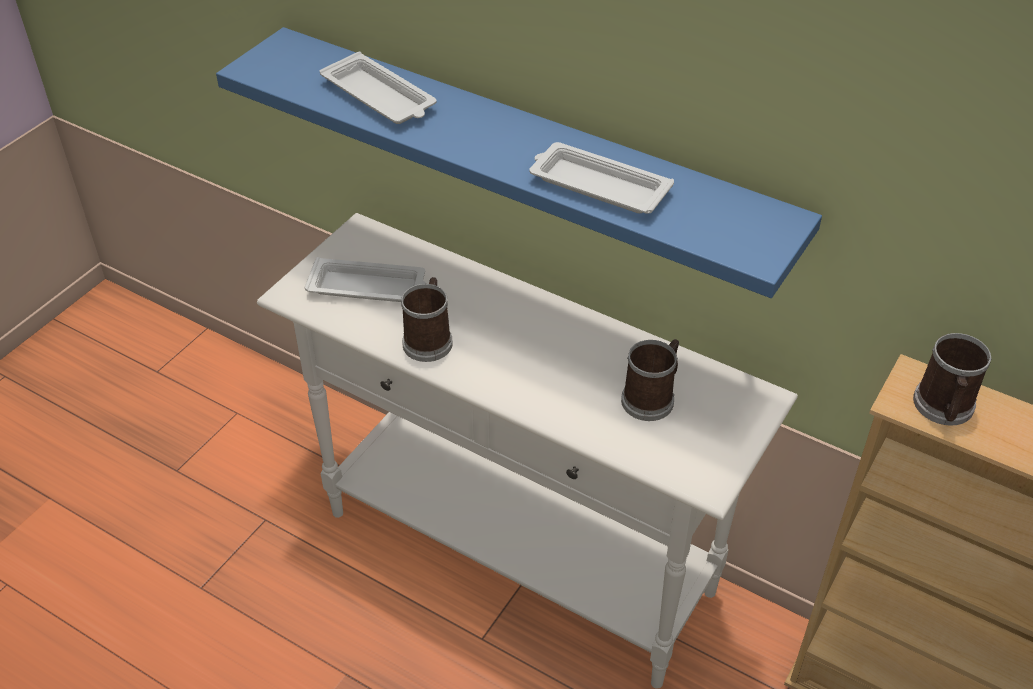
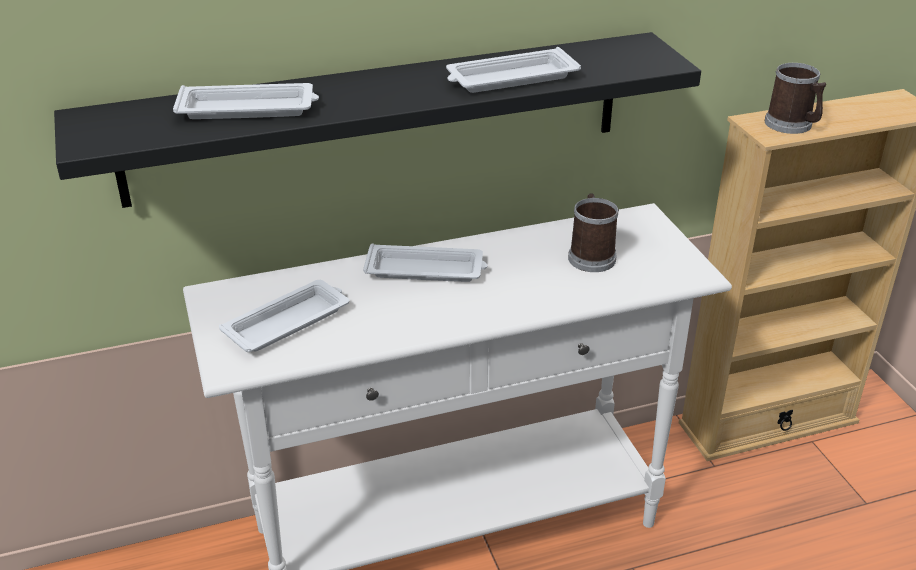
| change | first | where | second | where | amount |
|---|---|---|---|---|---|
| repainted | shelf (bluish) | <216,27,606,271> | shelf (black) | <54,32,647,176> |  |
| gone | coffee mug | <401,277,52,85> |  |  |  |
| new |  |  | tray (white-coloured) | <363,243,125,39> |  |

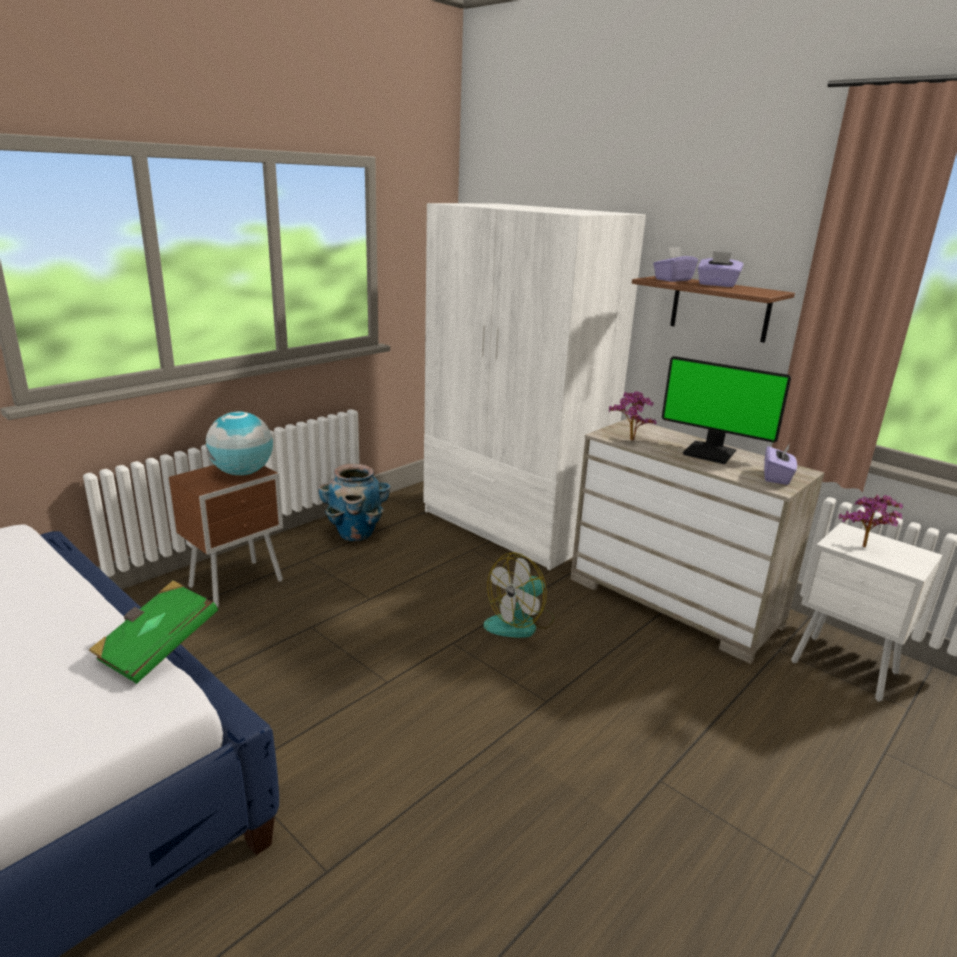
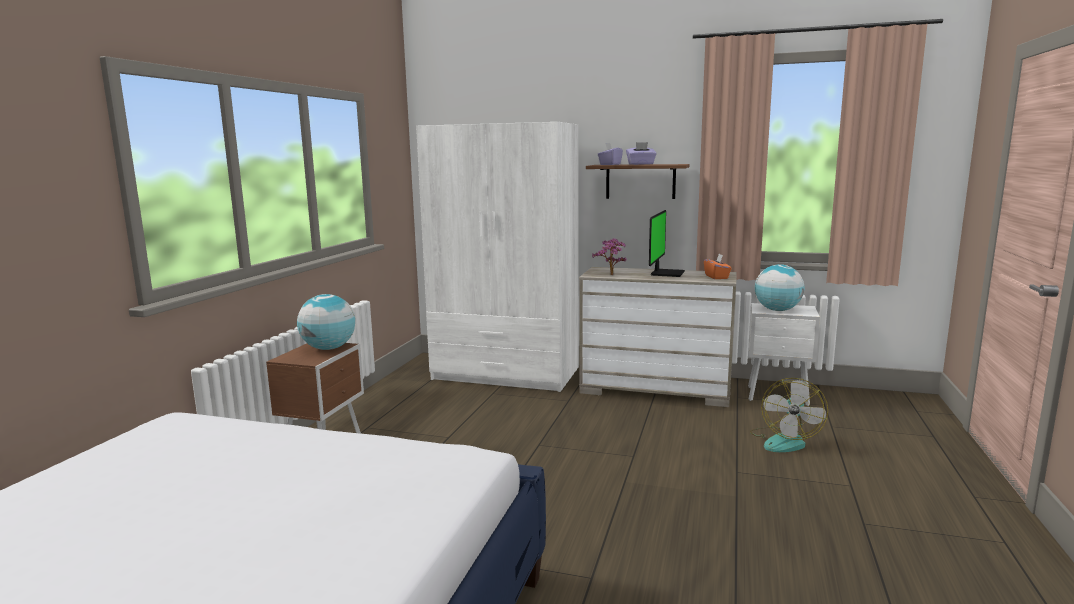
| change | first | where | second | where | amount |
|---|---|---|---|---|---|
| rotated | computer display | <662,356,129,108> |  | <649,210,36,67> | 75 degrees counterclockwise |
| repainted | tissue box (purplish) | <764,444,33,41> | tissue box (orange) | <704,254,28,25> |  |
| gone | flower pot | <318,464,73,77> |  |  |  |
| swapped | plant in a pot | <839,494,64,53> | world globe | <755,264,49,47> |  |
| shifted | electric fan | <484,552,70,86> |  | <750,378,78,74> |  |
| gone | bound book (green) | <89,580,129,104> |  |  |  |

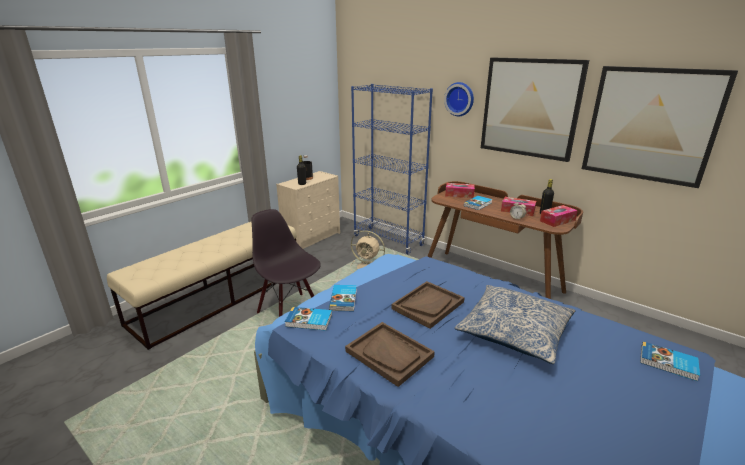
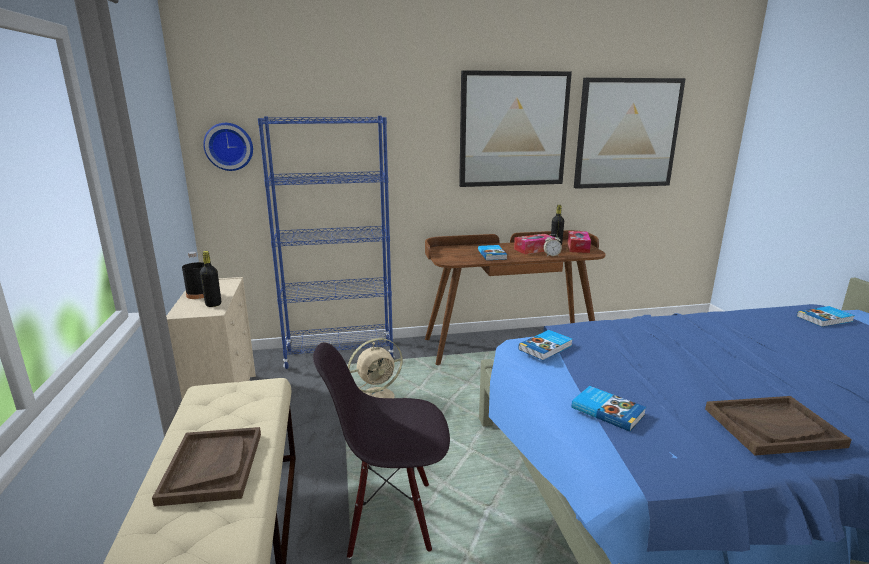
| change | first | where | second | where | amount |
|---|---|---|---|---|---|
| shifted | clock on the wall | <444,82,30,34> |  | <203,123,50,48> |  |
| gone | tissue box | <445,183,30,15> |  |  |  |
| shifted | tray (brownish) | <391,281,74,48> |  | <152,427,109,80> |  |
| gone | cushion | <455,285,121,79> |  |  |  |
| shifted | bound book | <285,307,47,24> |  | <518,330,54,30> |  |

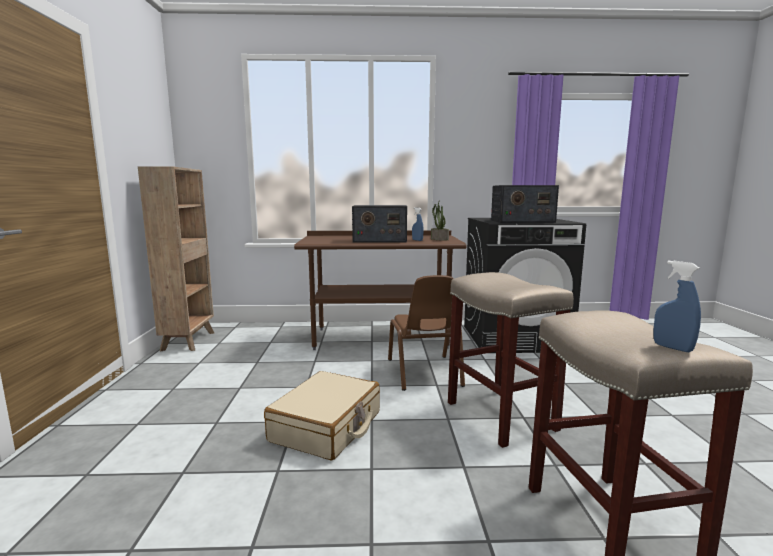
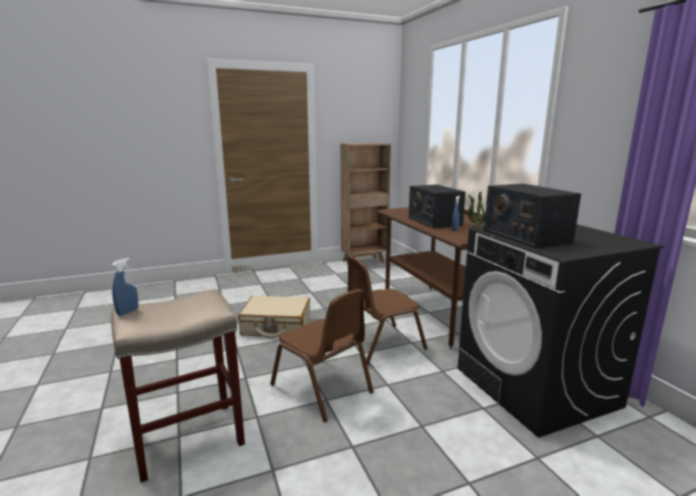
| change | first | where | second | where | amount |
|---|---|---|---|---|---|
| swapped | stool seat (beige-coloured) | <448,272,126,176> | chair (brownish) | <270,289,104,133> |  |

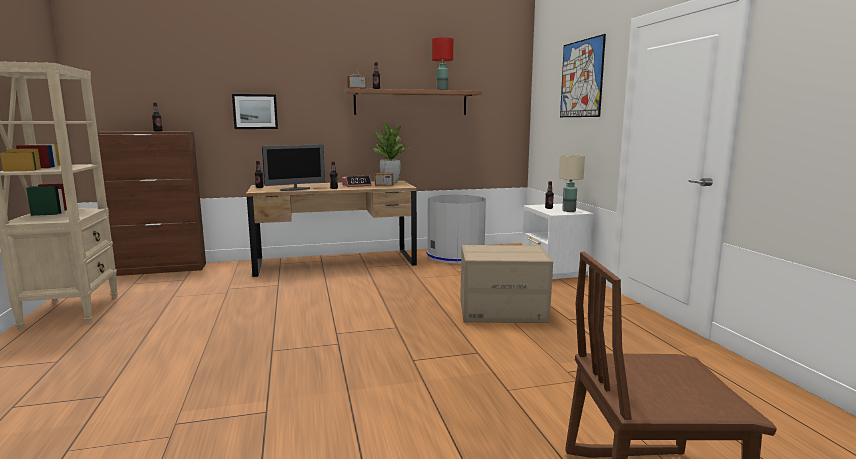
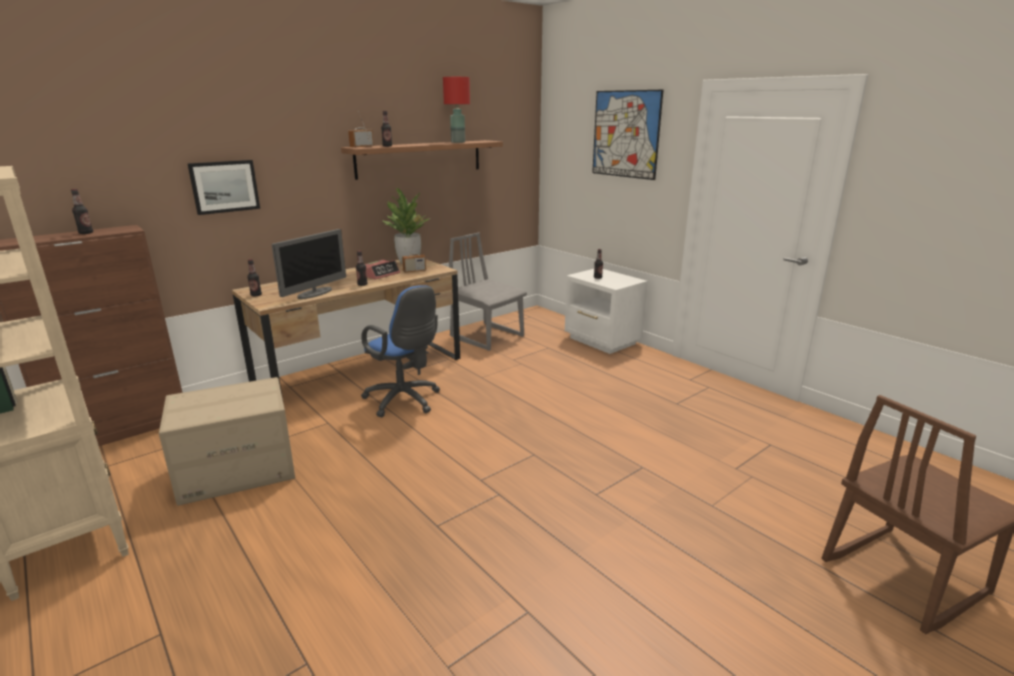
| change | first | where | second | where | amount |
|---|---|---|---|---|---|
| gone | lamp for a table (beige-coloured) | <559,155,26,57> |  |  |  |
| swapped | trash can (greyish) | <426,195,60,69> | chair (greyish) | <449,233,78,118> |  |
| shifted | cardboard box | <460,245,93,78> |  | <159,377,136,129> |  |
| new |  |  | desk chair (bluish) | <361,285,79,133> |  |

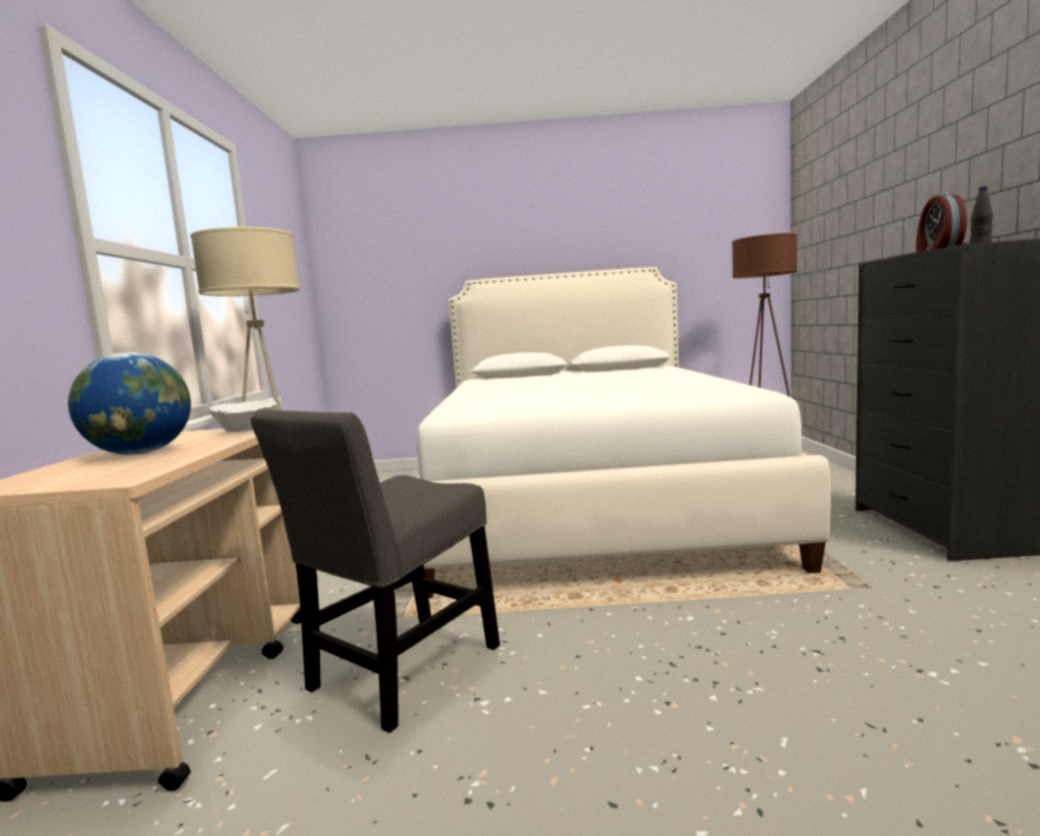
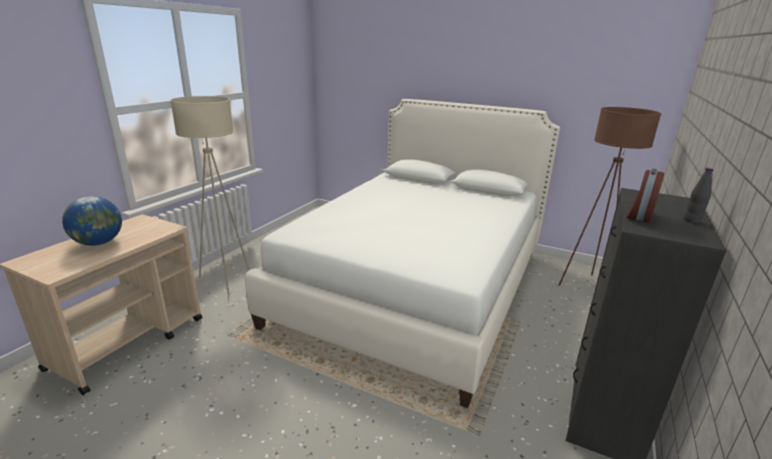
| change | first | where | second | where | amount |
|---|---|---|---|---|---|
| gone | bowl (white-coloured) | <208,399,69,33> |  |  |  |
| gone | chair (greyish) | <251,409,249,324> |  |  |  |

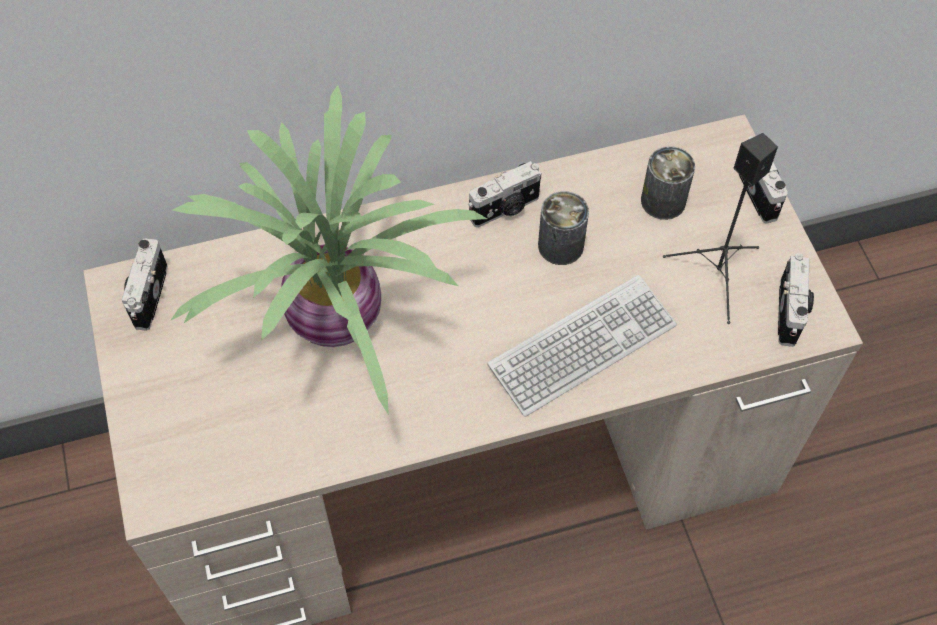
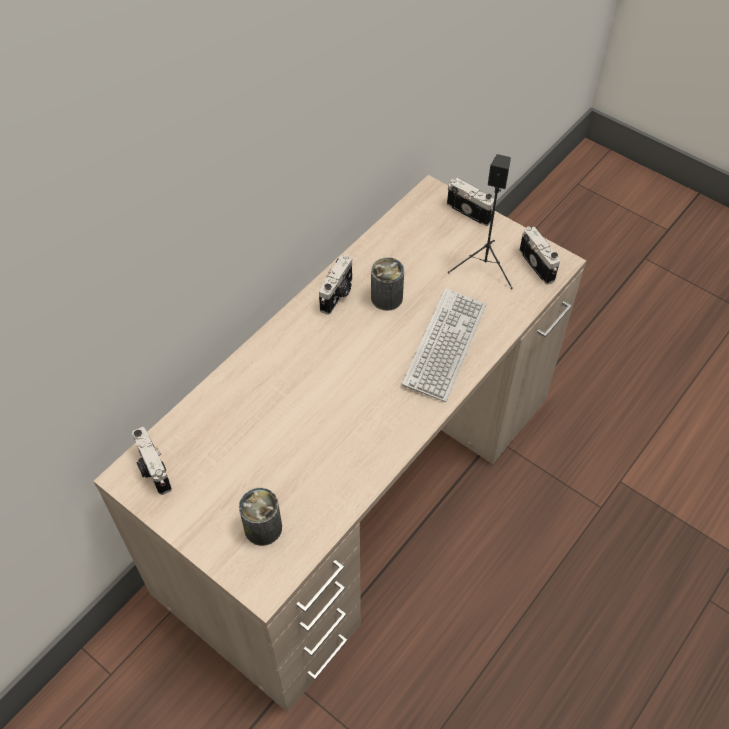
| change | first | where | second | where | amount |
|---|---|---|---|---|---|
| gone | plant in a pot | <170,85,317,330> |  |  |  |
| shifted | sealed can | <641,146,54,74> |  | <239,488,43,58> |  |

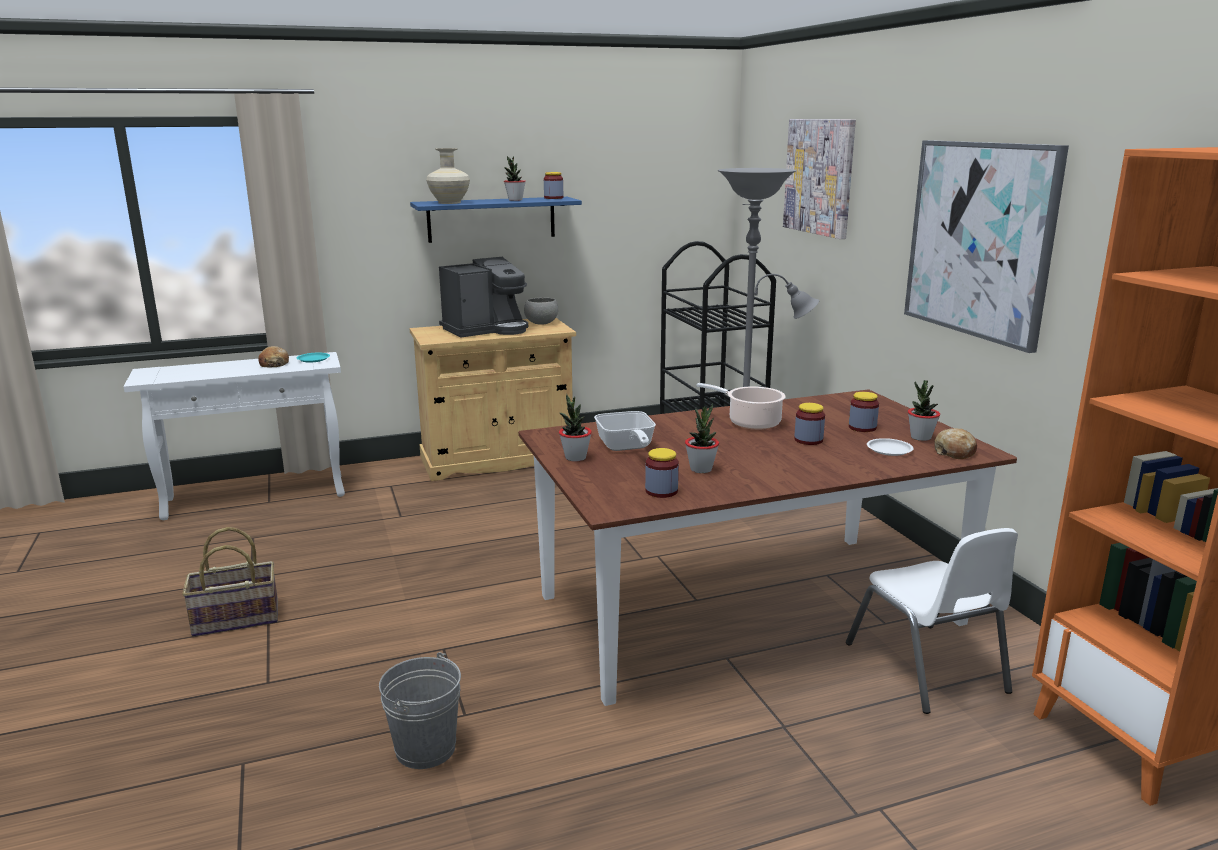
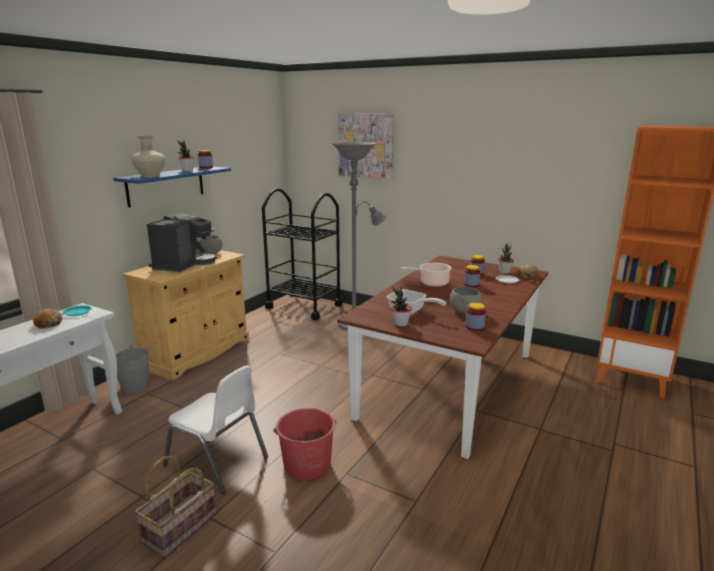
| change | first | where | second | where | amount |
|---|---|---|---|---|---|
| gone | wall picture | <904,140,165,213> |  |  |  |
| swapped | plant in a pot | <685,404,34,69> | bowl (greyish) | <450,287,32,26> |  |
| shifted | chair (white-coloured) | <846,528,172,186> |  | <163,365,105,129> |  |
| shifted | bucket (greyish) | <379,652,82,117> |  | <116,346,33,48> |  |
| new |  |  | bucket (red) | <274,408,62,72> |  |

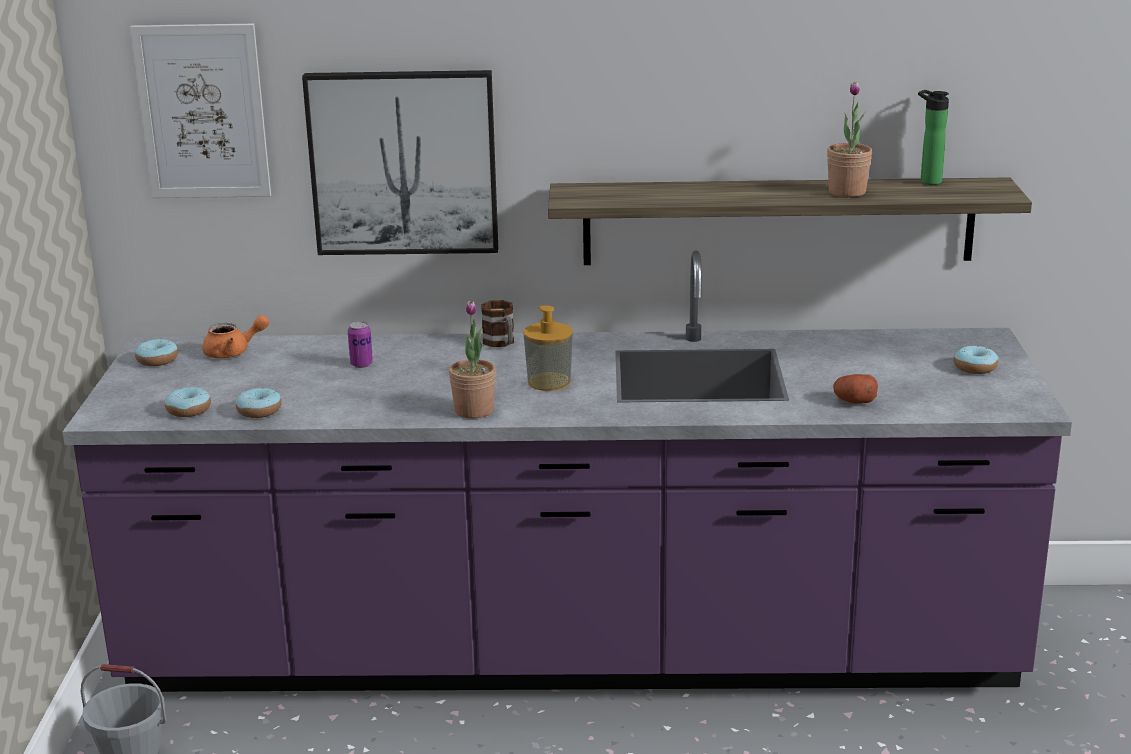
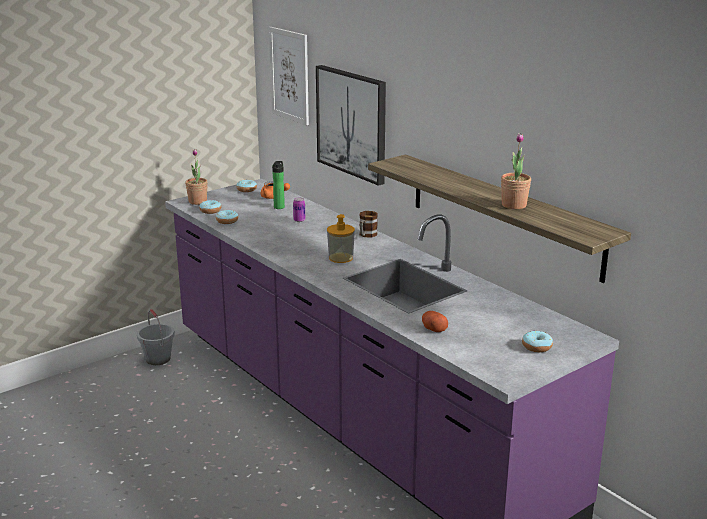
| change | first | where | second | where | amount |
|---|---|---|---|---|---|
| shifted | bottle | <918,90,31,95> |  | <272,161,13,48> |  |
| shifted | plant in a pot | <449,301,47,118> |  | <185,149,23,56> |  |

